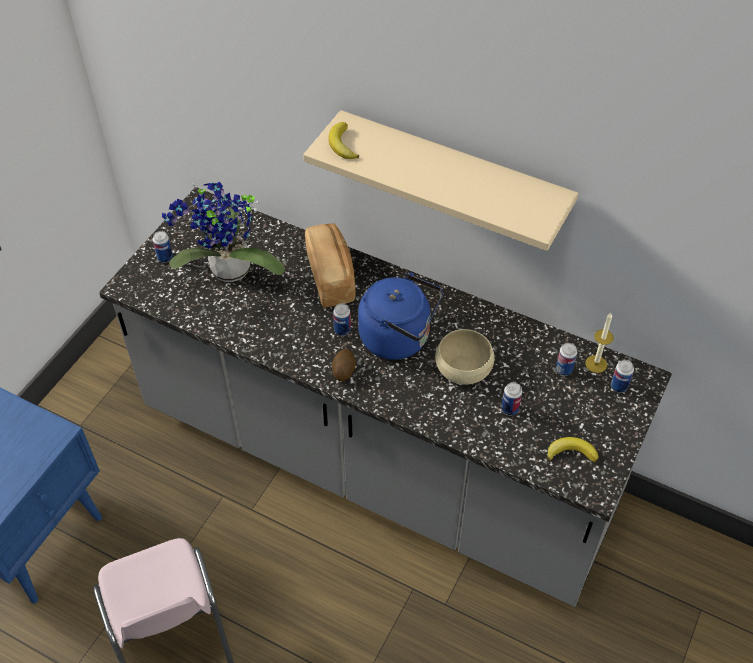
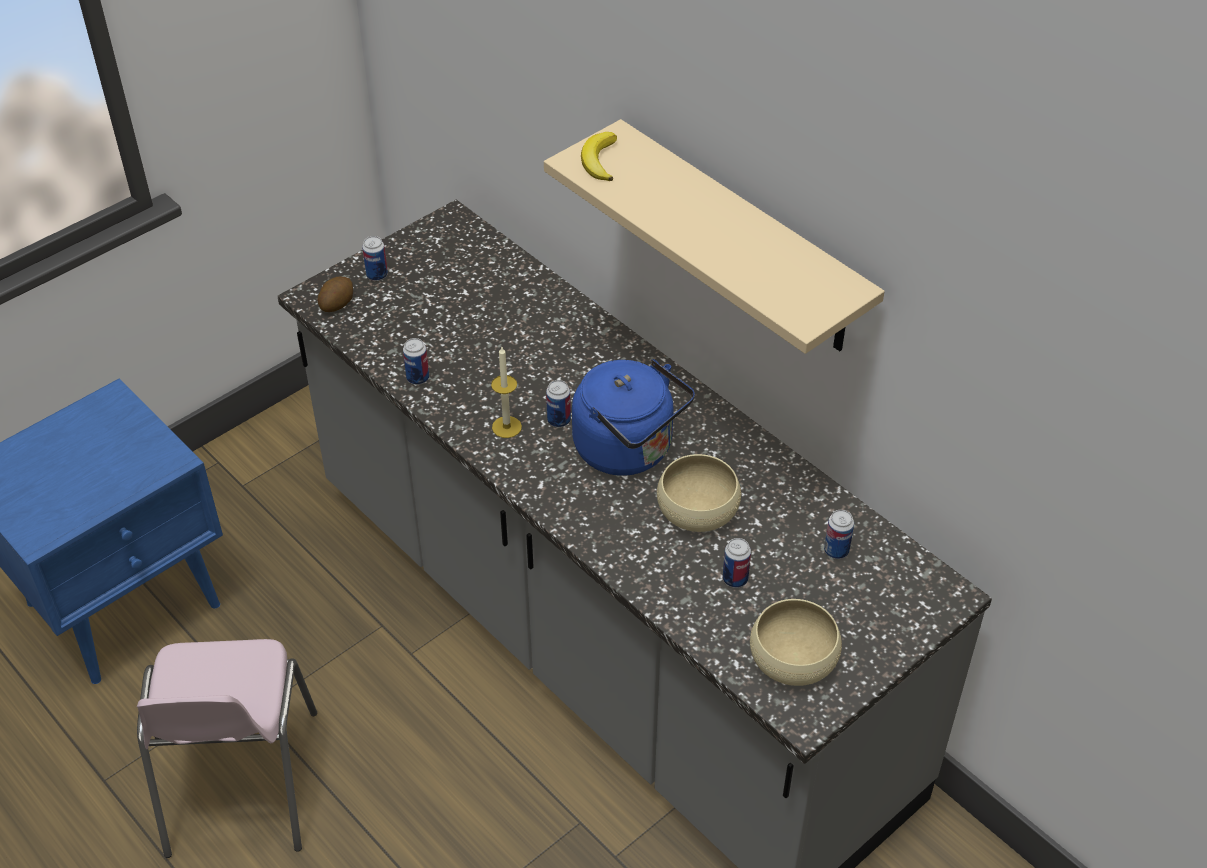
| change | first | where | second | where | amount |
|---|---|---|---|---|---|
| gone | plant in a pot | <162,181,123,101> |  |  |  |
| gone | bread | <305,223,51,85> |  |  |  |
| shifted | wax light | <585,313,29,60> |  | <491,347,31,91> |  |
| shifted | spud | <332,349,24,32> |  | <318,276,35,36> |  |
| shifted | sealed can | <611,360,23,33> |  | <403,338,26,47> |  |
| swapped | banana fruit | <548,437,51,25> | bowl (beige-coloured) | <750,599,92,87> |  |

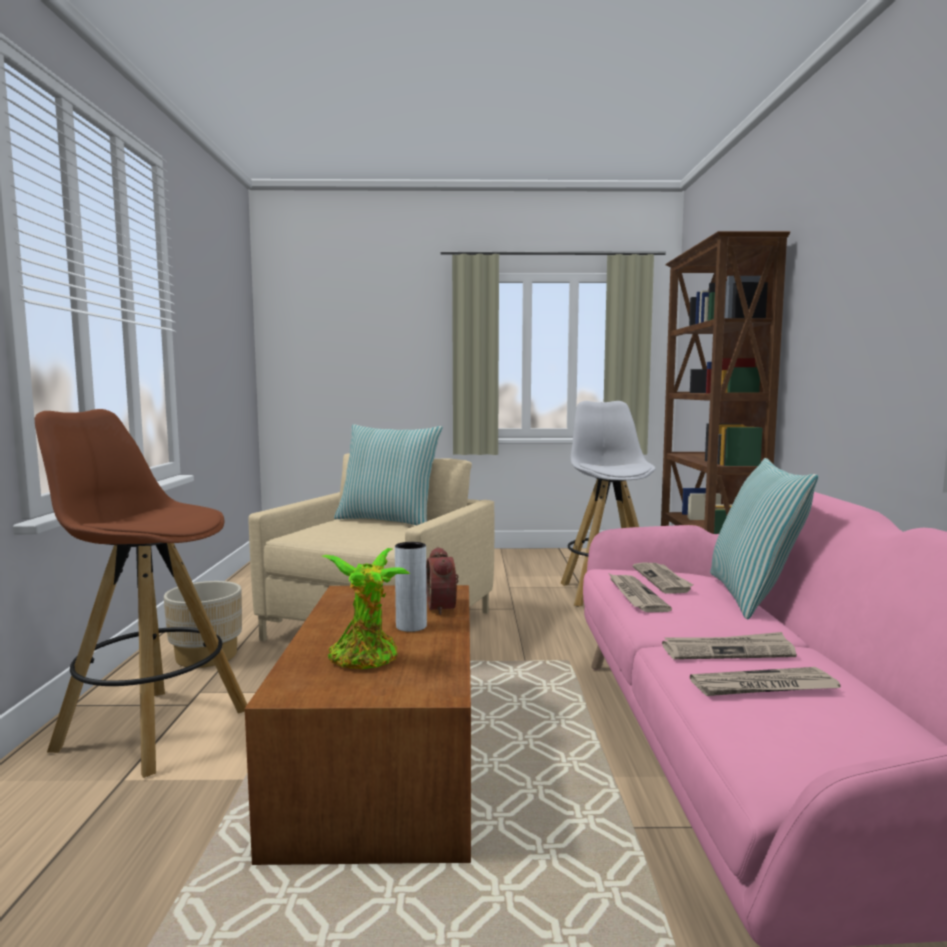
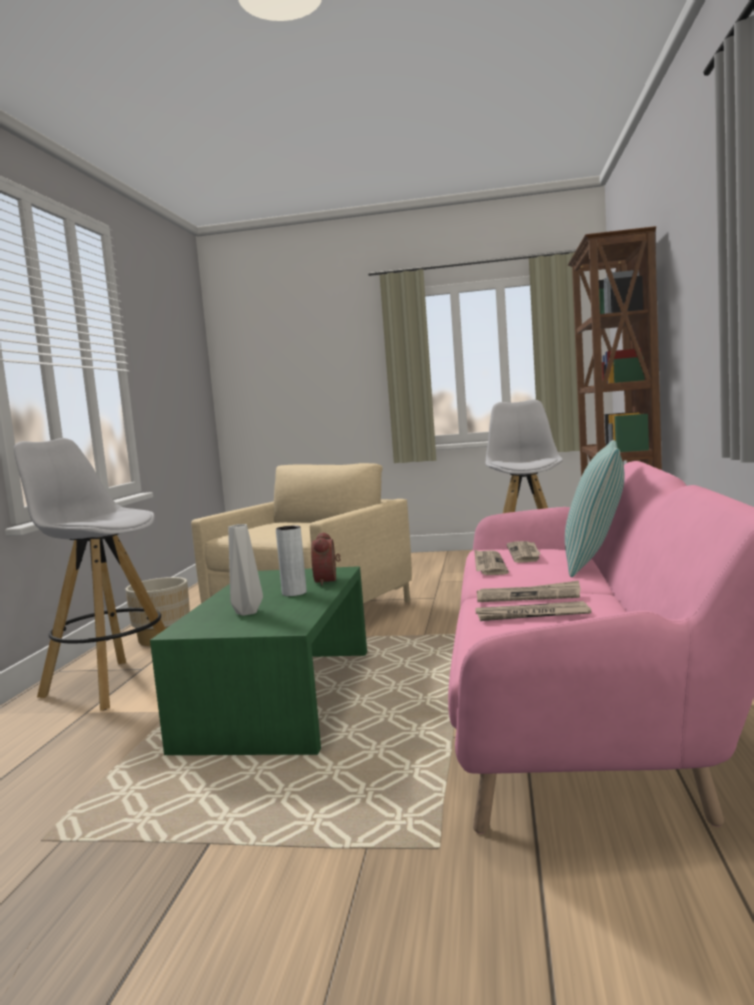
| change | first | where | second | where | amount |
|---|---|---|---|---|---|
| repainted | stool seat (brownish) | <35,409,212,369> | stool seat (white-coloured) | <14,438,152,273> |  |
| gone | cushion | <334,424,108,101> |  |  |  |
| swapped | plant in a pot | <322,548,88,121> | decorative vase (greyish) | <228,524,35,92> |  |
| repainted | coffee table (brownish) | <245,585,226,280> | coffee table (green) | <150,566,217,189> |  |

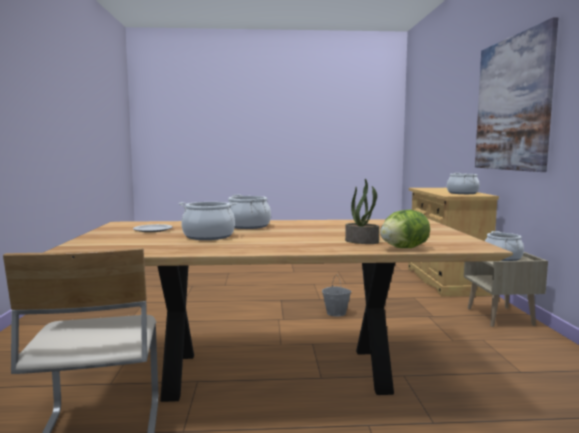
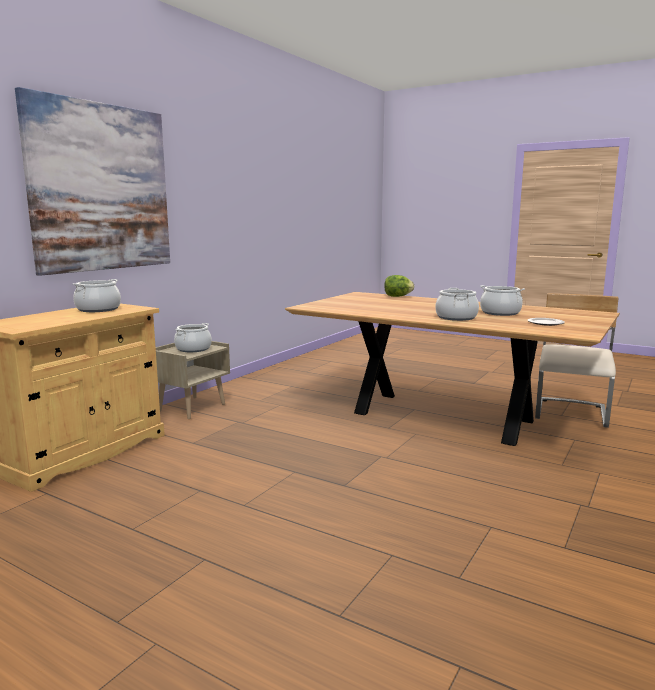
| change | first | where | second | where | amount |
|---|---|---|---|---|---|
| gone | plant in a pot | <345,179,34,65> |  |  |  |
| gone | bucket (greyish) | <322,275,30,42> |  |  |  |

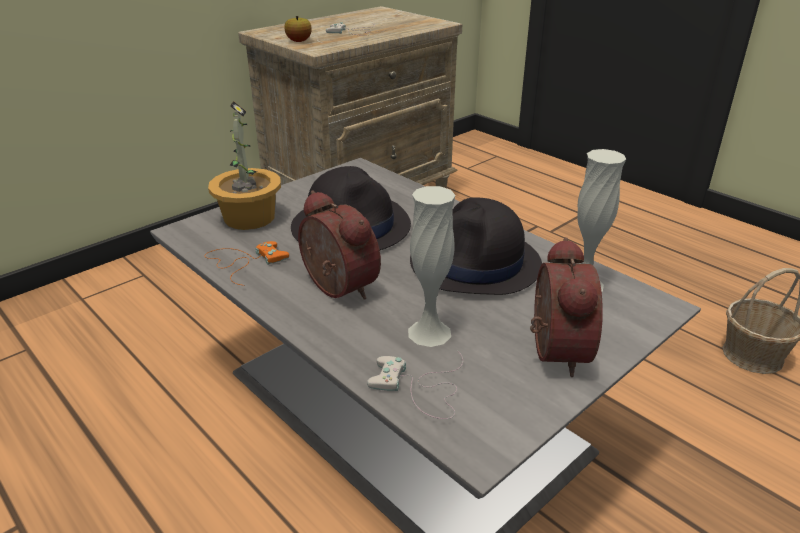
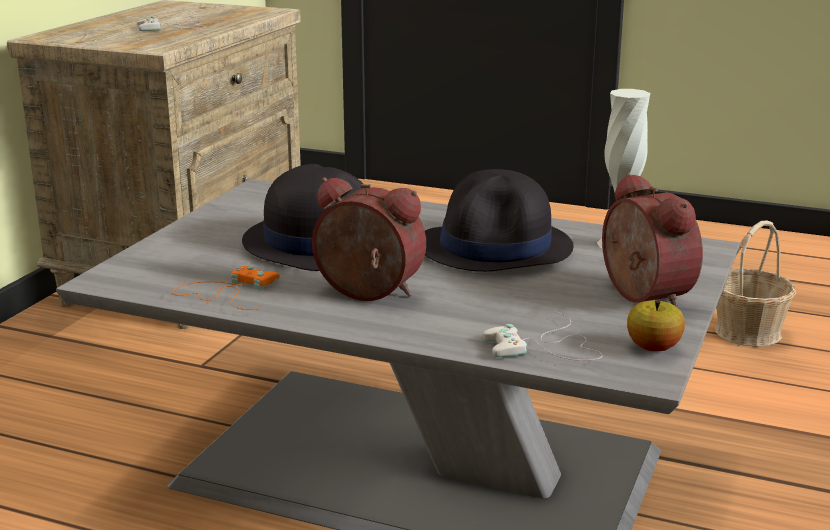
| change | first | where | second | where | amount |
|---|---|---|---|---|---|
| shifted | whole apple | <284,16,28,26> |  | <627,300,58,51> |  |
| gone | plant in a pot | <208,101,73,129> |  |  |  |
| gone | decorative vase (white-coloured) | <408,186,48,161> |  |  |  |

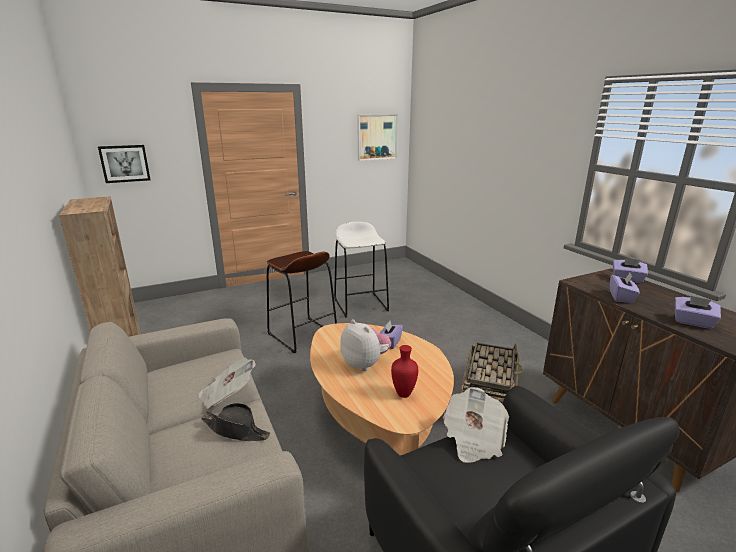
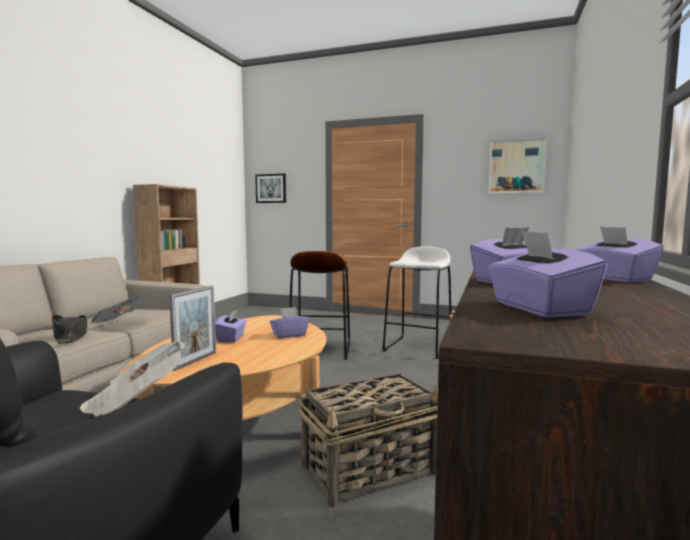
| change | first | where | second | where | amount |
|---|---|---|---|---|---|
| swapped | plush toy | <340,319,51,52> | tissue box (purplish) | <215,310,31,32> |  |
| swapped | decorative vase (red) | <391,345,27,53> | standing frame | <169,286,47,85> |  |

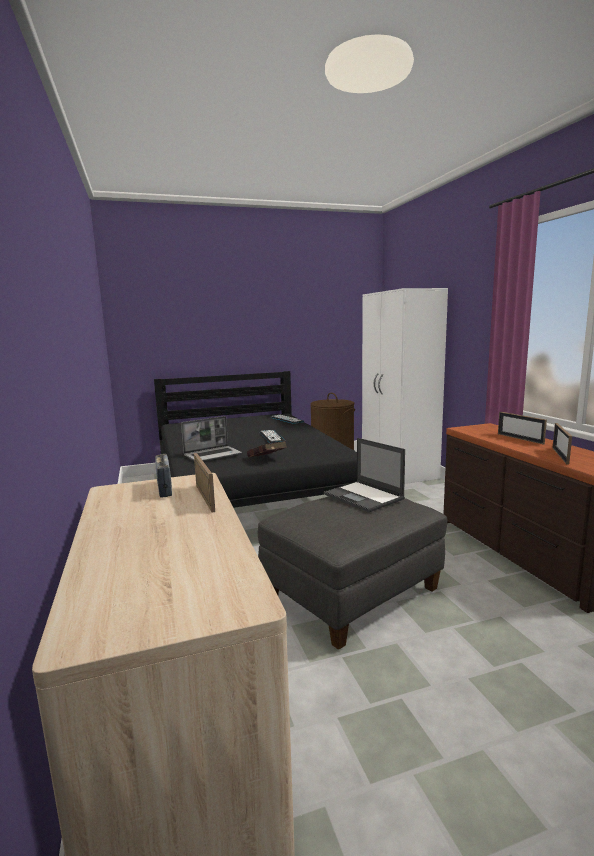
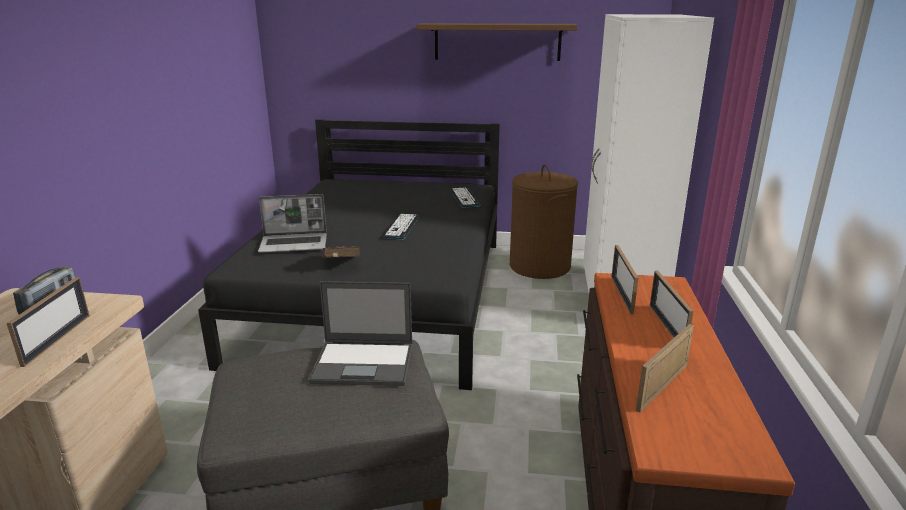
| change | first | where | second | where | amount |
|---|---|---|---|---|---|
| rotated | portable computer | <324,438,81,74> |  | <308,281,105,105> | 75 degrees counterclockwise |
| new |  |  | shelf | <417,23,161,38> |  |
| new |  |  | standing frame | <611,245,27,69> |  |

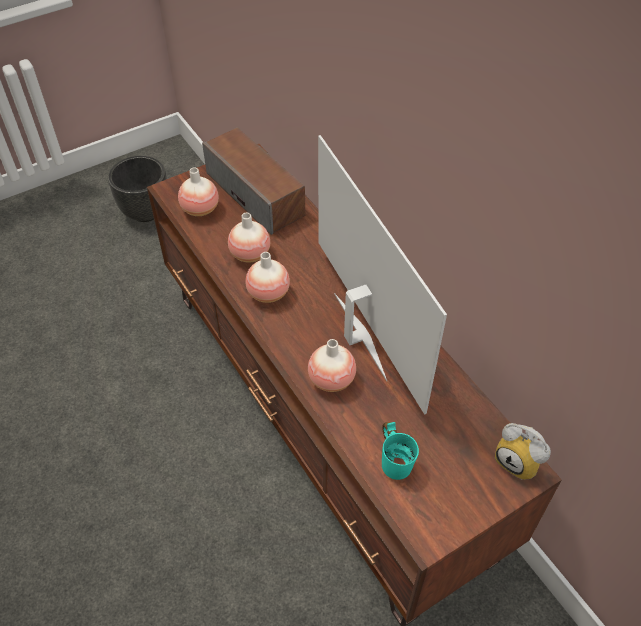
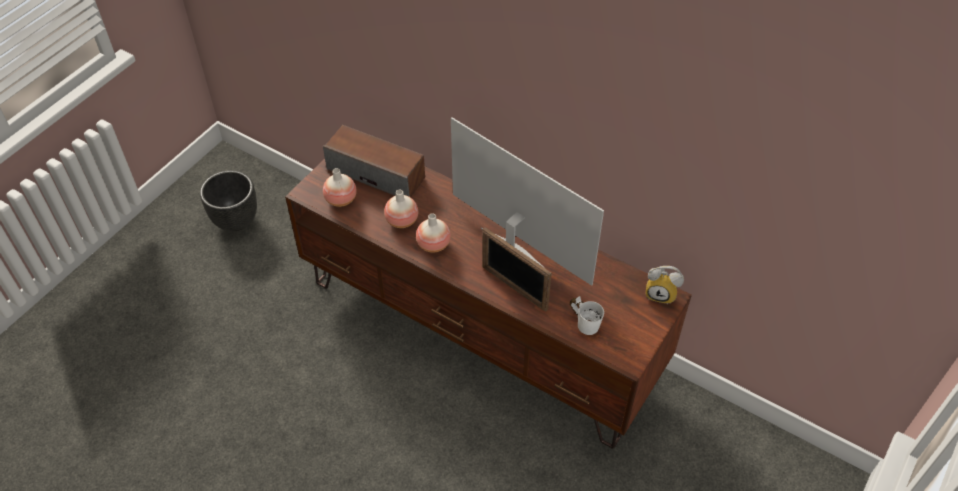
| change | first | where | second | where | amount |
|---|---|---|---|---|---|
| swapped | decorative vase | <308,339,48,53> | standing frame | <482,227,70,85> |  |
| repainted | coffee mug (turquoise-coloured) | <382,422,37,58> | coffee mug (white-coloured) | <570,296,34,39> |  |

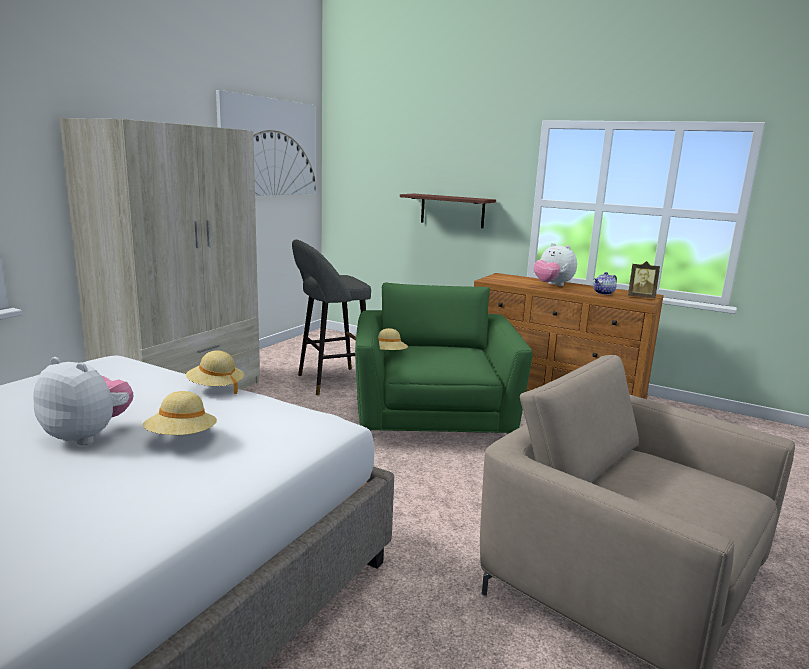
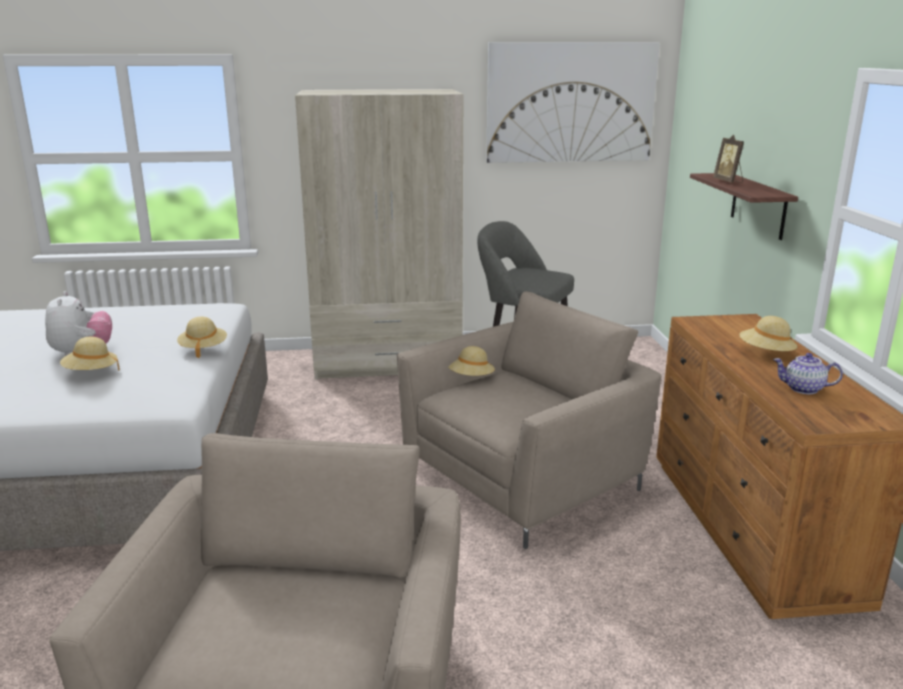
| change | first | where | second | where | amount |
|---|---|---|---|---|---|
| swapped | plush toy | <534,243,43,43> | hat (beige-coloured) | <739,316,59,37> |  |
| shifted | standing frame | <628,261,32,37> |  | <713,135,31,48> |  |
| repainted | lounge chair (green) | <355,283,178,151> | lounge chair (beige-coloured) | <397,292,264,257> |  |

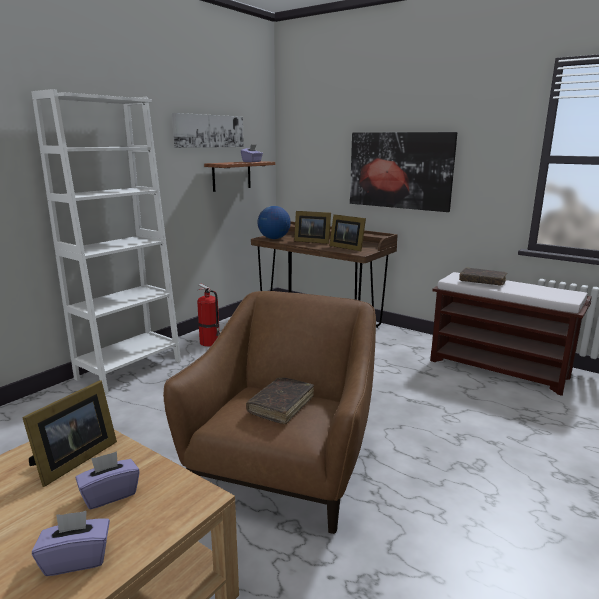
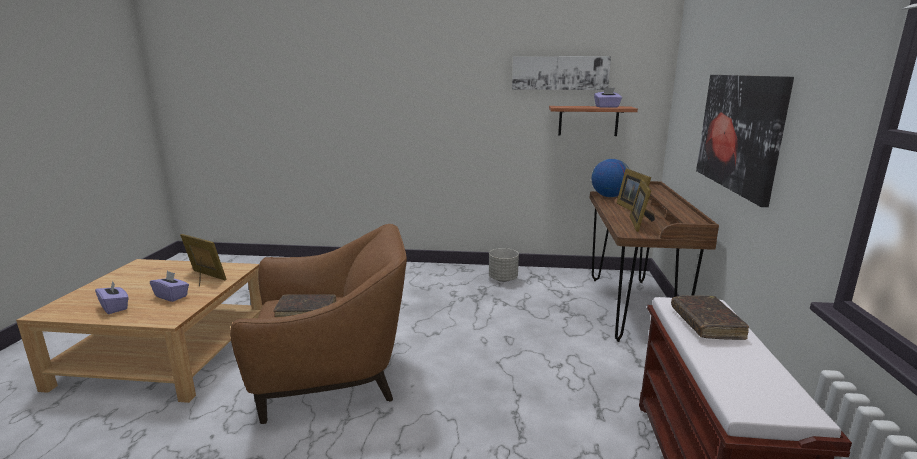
| change | first | where | second | where | amount |
|---|---|---|---|---|---|
| gone | bookcase (white-coloured) | <31,89,150,306> |  |  |  |
| swapped | fire-fighting cylinder | <197,284,23,63> | flower pot (greyish) | <489,248,30,34> |  |
| rotated | standing frame | <22,380,95,107> |  | <180,234,46,52> | 150 degrees counterclockwise |

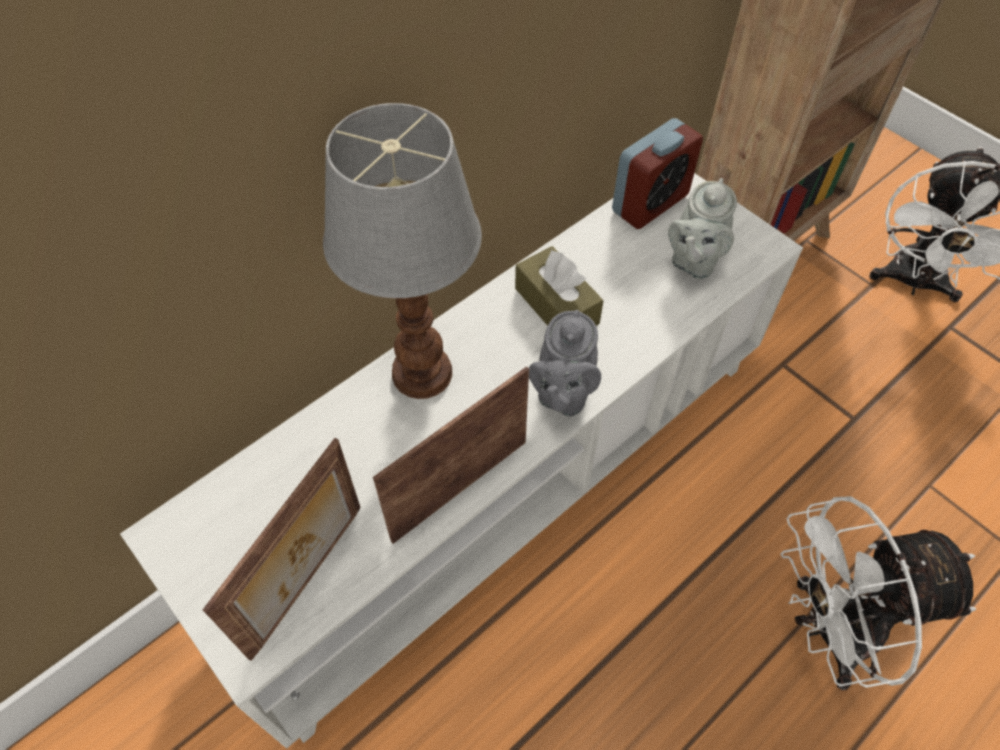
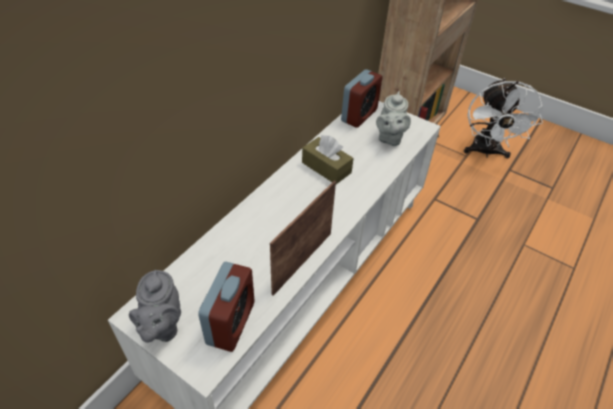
| change | first | where | second | where | amount |
|---|---|---|---|---|---|
| gone | lamp for a table | <323,103,159,296> |  |  |  |
| shifted | pot for tea (greyish) | <529,310,72,107> |  | <129,270,52,73> |  |
| swapped | standing frame | <203,438,158,223> | table clock | <198,262,56,90> |  |
| gone | electric fan (white-coloured) | <780,496,196,194> |  |  |  |

